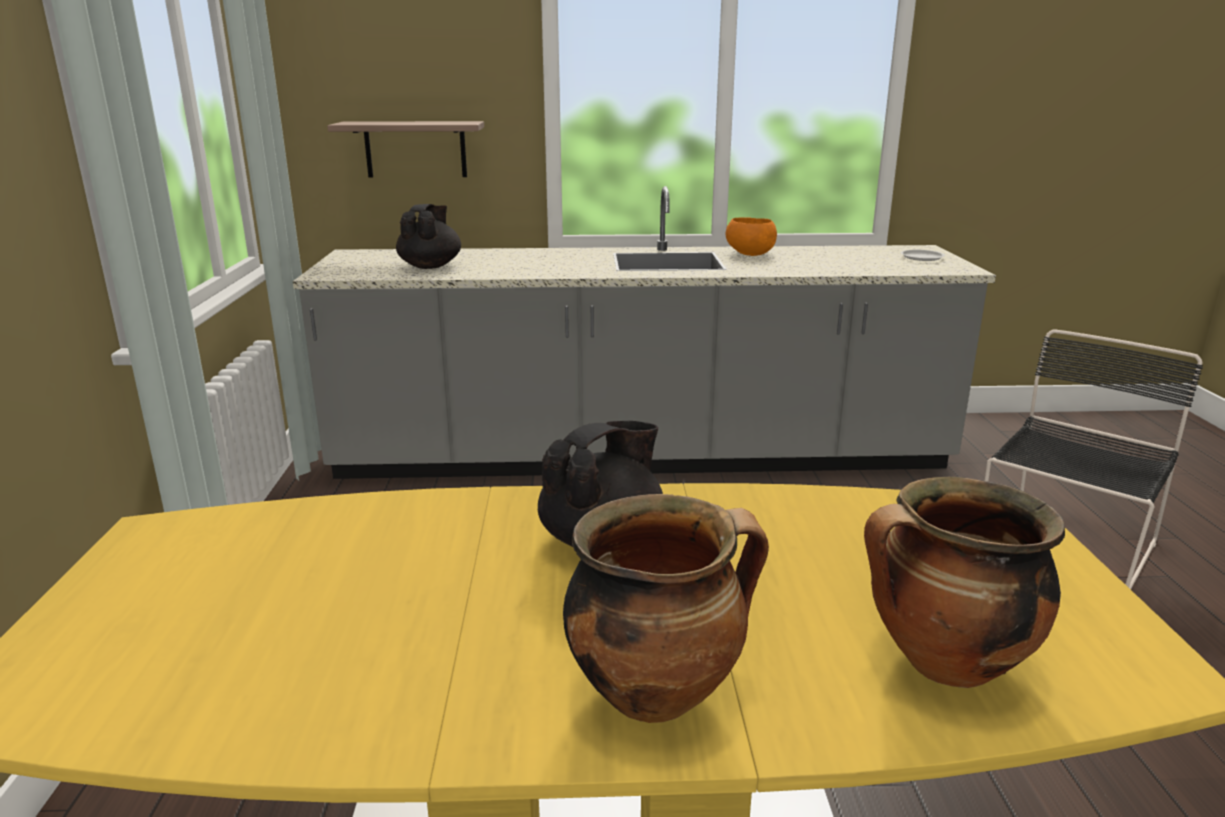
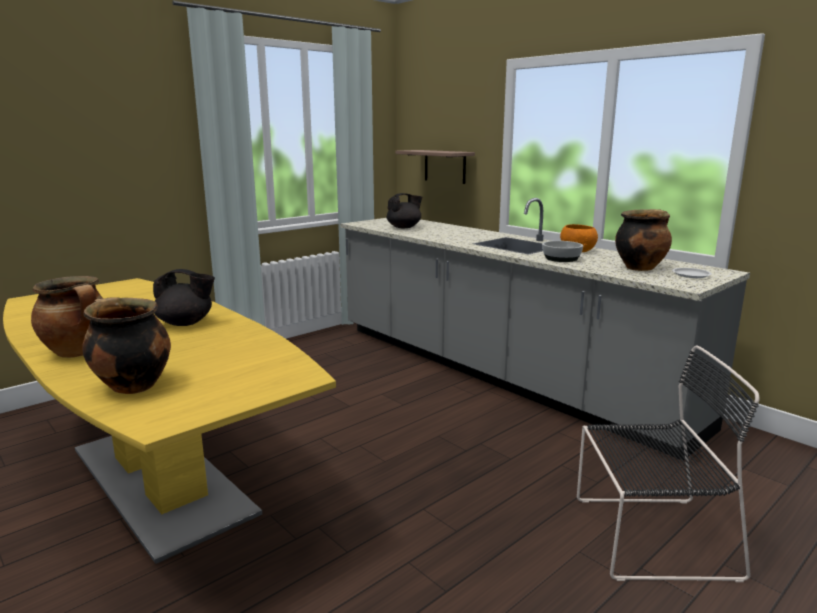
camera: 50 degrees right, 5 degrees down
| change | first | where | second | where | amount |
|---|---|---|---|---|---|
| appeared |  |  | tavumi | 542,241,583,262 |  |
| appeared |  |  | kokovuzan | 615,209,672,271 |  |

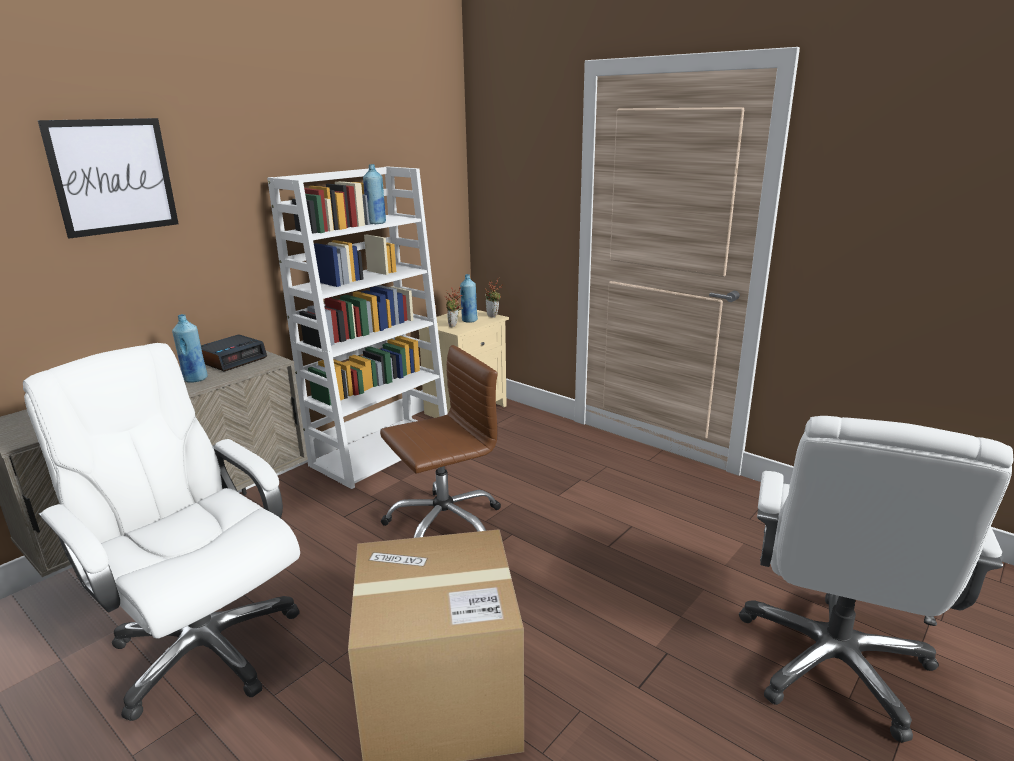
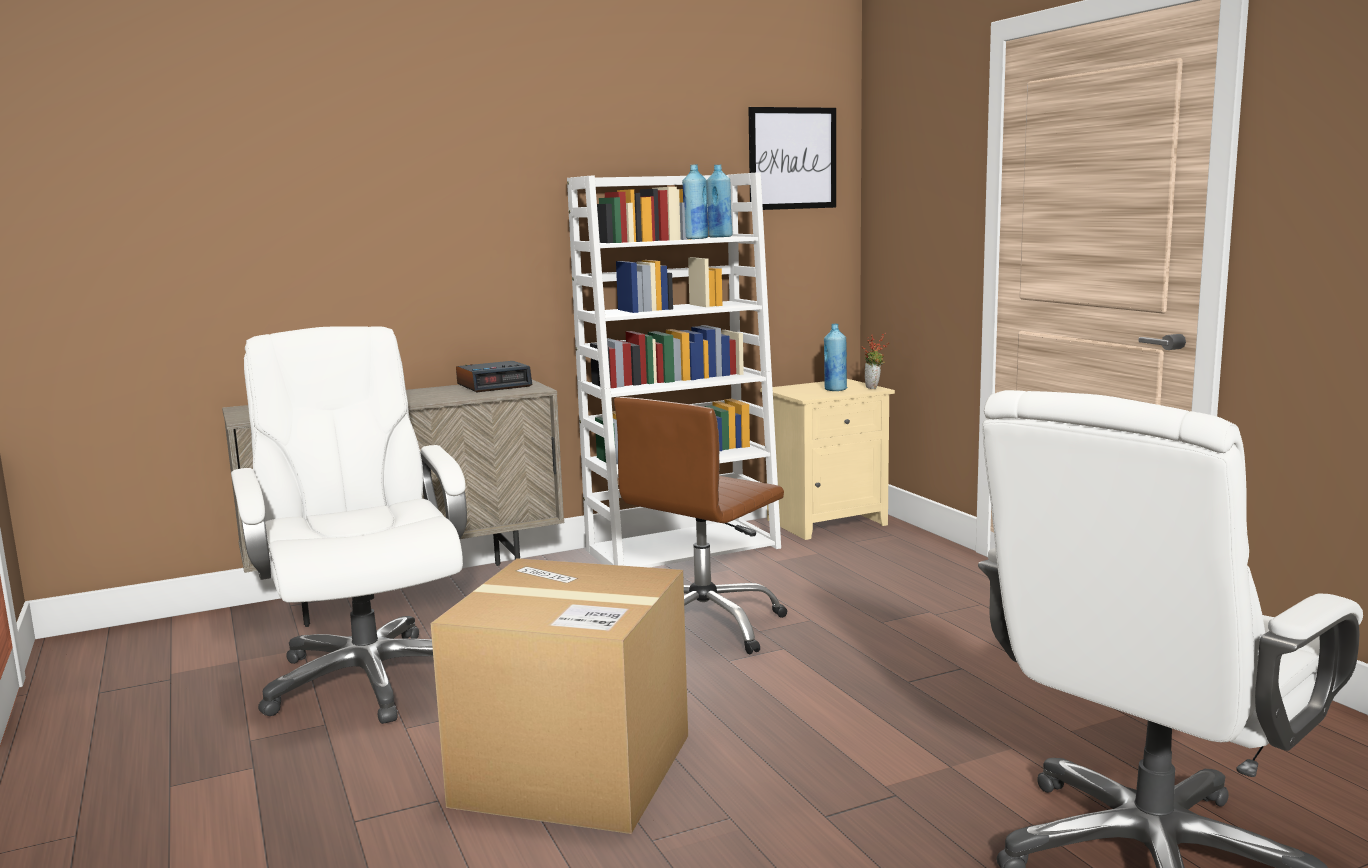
camera: 25 degrees right, 10 degrees down
| change | first | where | second | where | amount |
|---|---|---|---|---|---|
| spun | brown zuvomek | 380,345,501,538 |  | 614,397,787,654 | 135 degrees clockwise |
| relocated | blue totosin | 172,314,208,383 |  | 707,164,733,238 |  |
| relocated | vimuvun | 38,118,179,239 |  | 748,107,836,210 |  |
| missing | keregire | 444,288,463,327 |  |  |  |

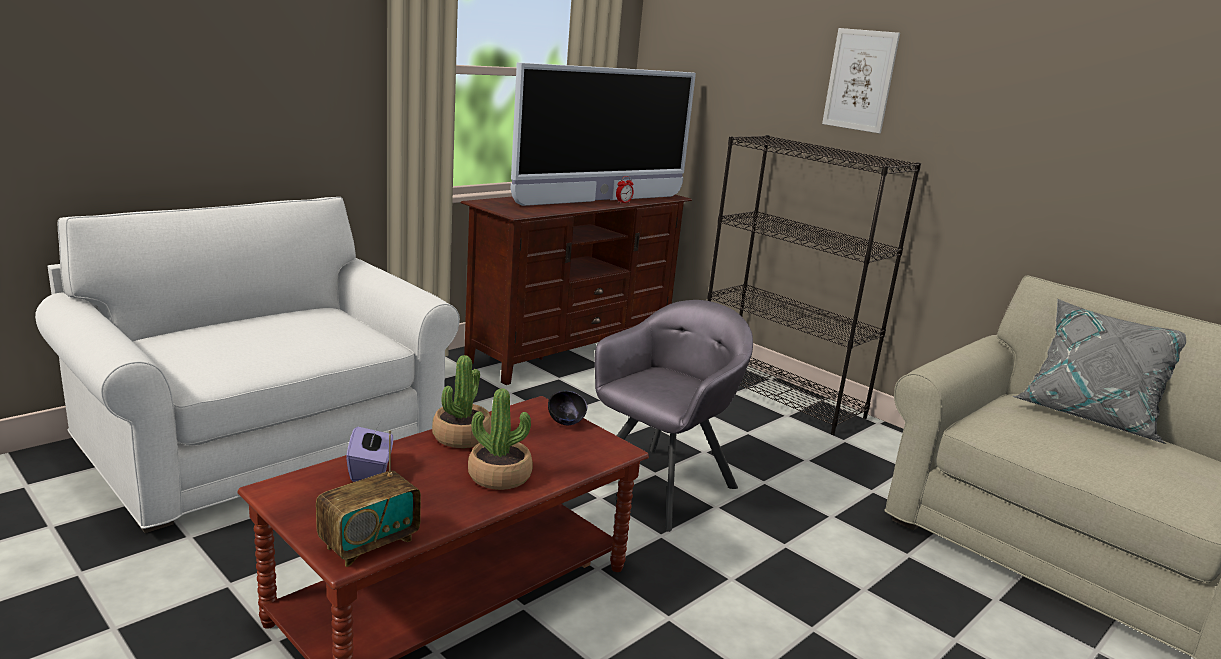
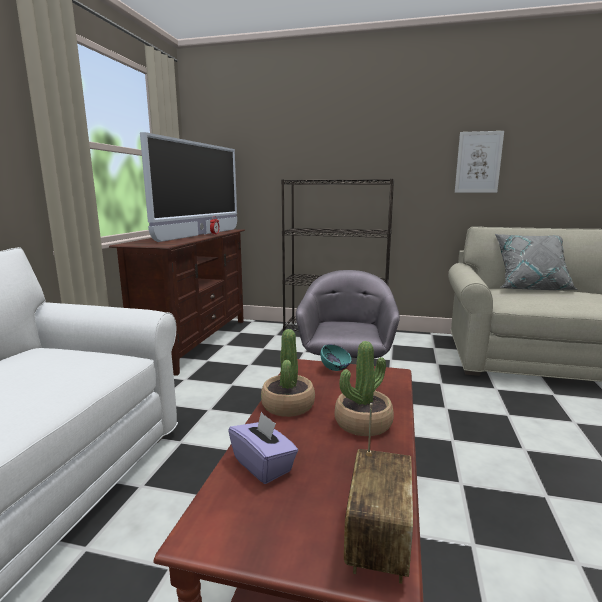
camera: 30 degrees left, 5 degrees down
| change | first | where | second | where | amount |
|---|---|---|---|---|---|
| colour | black tavumi | 548,391,587,425 | turquoise tavumi | 320,344,352,371 |  |
| relocated | vimuvun | 822,28,900,133 |  | 455,131,504,193 |  |

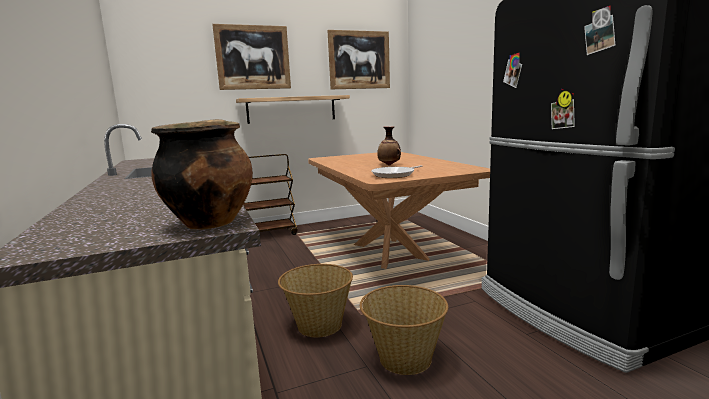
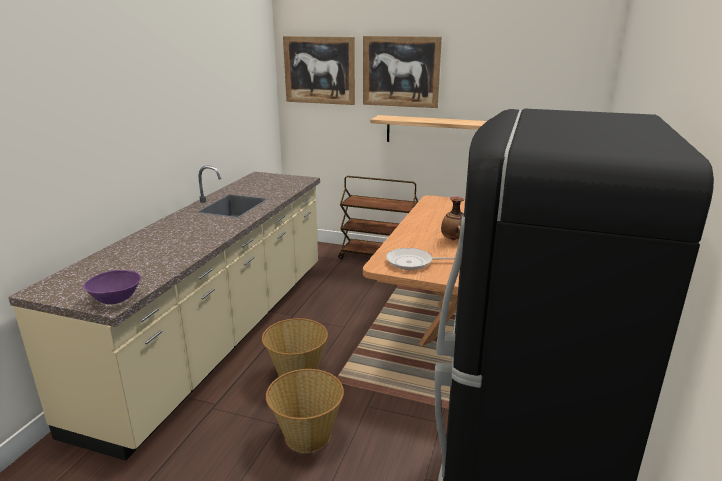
camera: 40 degrees right, 10 degrees up
| change | first | where | second | where | amount |
|---|---|---|---|---|---|
| exchanged | kokovuzan | 151,119,253,230 | purple tavumi | 83,270,141,304 |  |
| relocated | vimuvun | 327,30,390,89 |  | 283,36,355,105 |  |

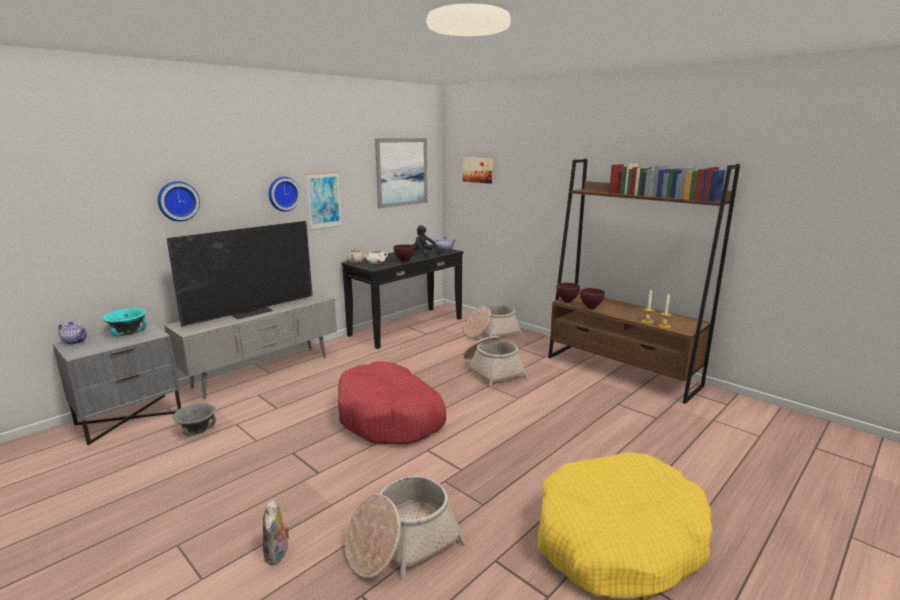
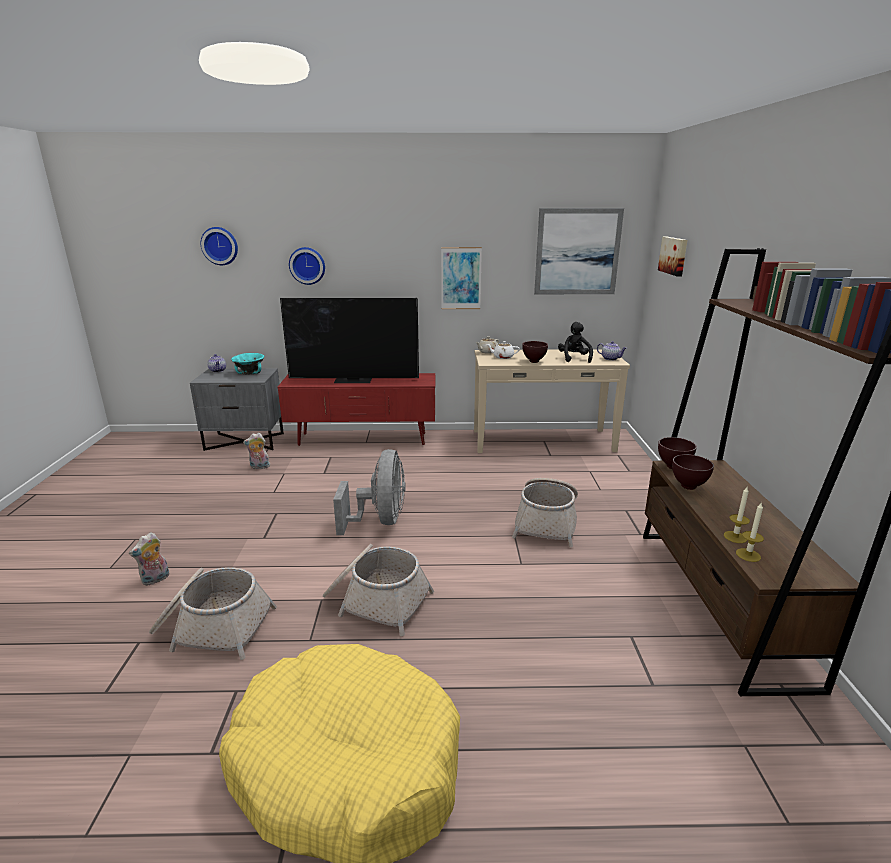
camera: 45 degrees right, 5 degrees up
| change | first | where | second | where | amount |
|---|---|---|---|---|---|
| relocated | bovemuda | 269,177,300,212 |  | 201,227,238,265 |  |
| exchanged | grey tavumi | 173,403,216,436 | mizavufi | 243,433,270,469 |  |
| colour | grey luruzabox | 164,291,337,399 | red luruzabox | 277,373,435,446 |  |
| relocated | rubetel | 465,305,523,338 |  | 323,544,434,636 |  |
| exchanged | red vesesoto | 338,361,446,445 | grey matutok | 333,449,406,535 |  |
| colour | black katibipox | 341,247,463,349 | beige katibipox | 474,349,630,453 |  |

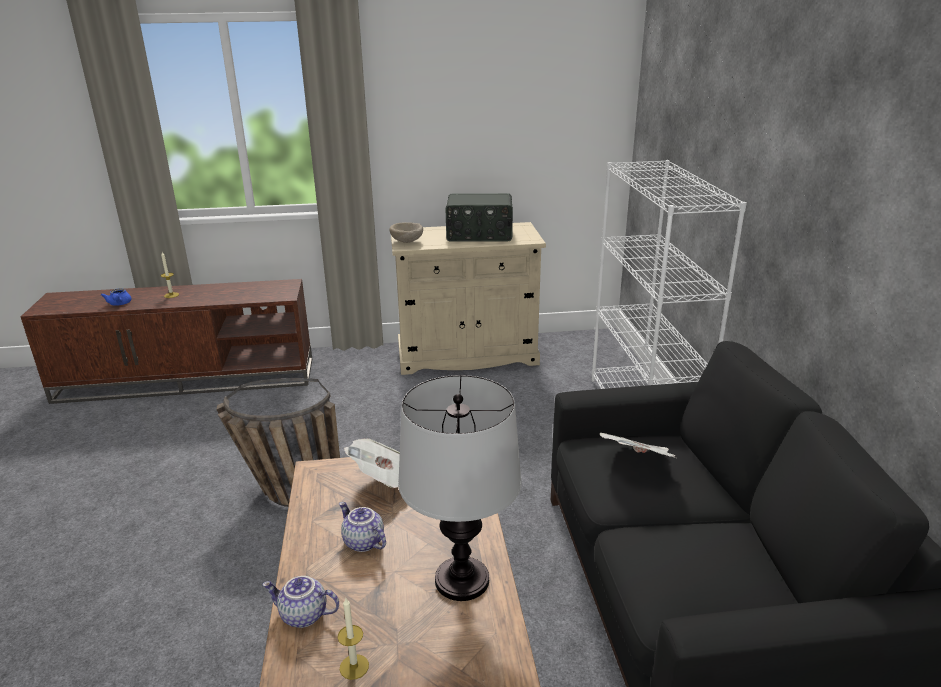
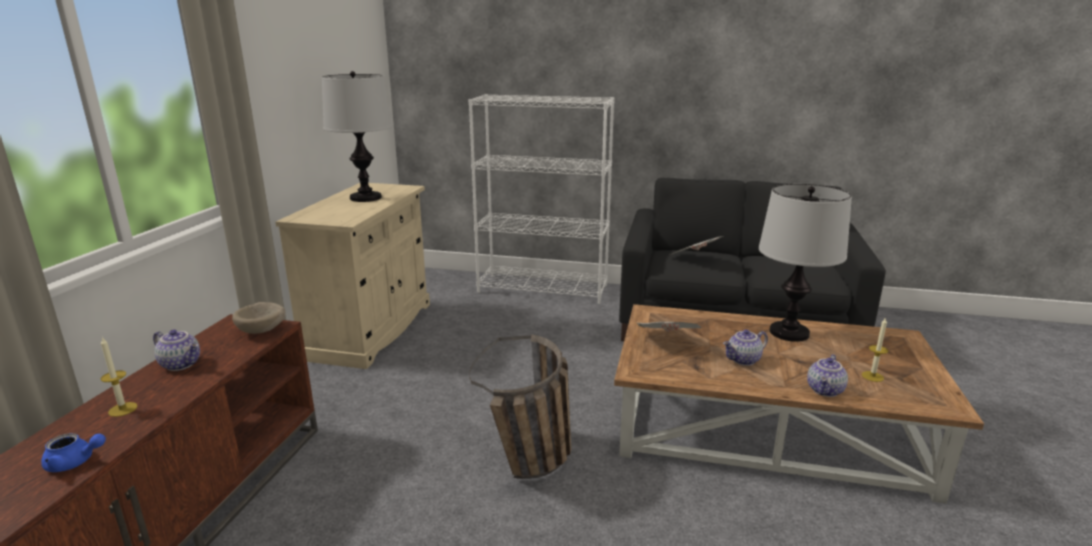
camera: 70 degrees left, 5 degrees down
| change | first | where | second | where | amount |
|---|---|---|---|---|---|
| appeared |  |  | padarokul | 153,330,200,371 |  |
| relocated | beige tavumi | 389,222,423,243 |  | 232,302,286,334 |  |
| exchanged | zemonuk | 446,193,513,242 | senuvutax | 322,71,392,202 |  |

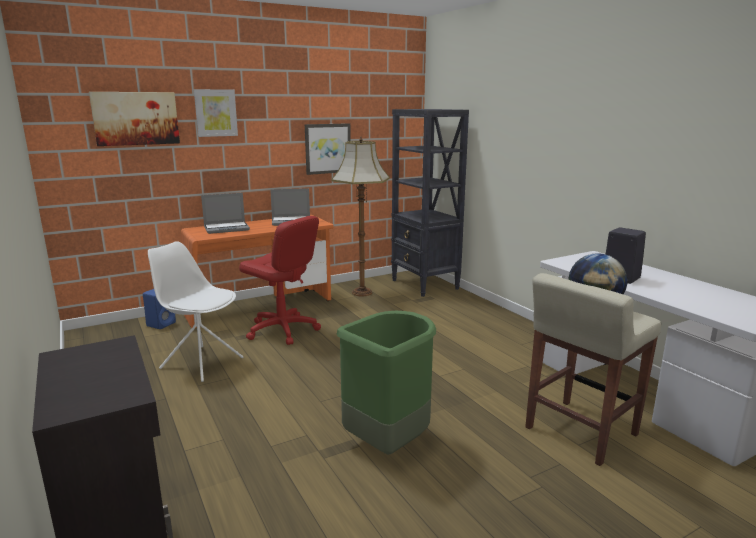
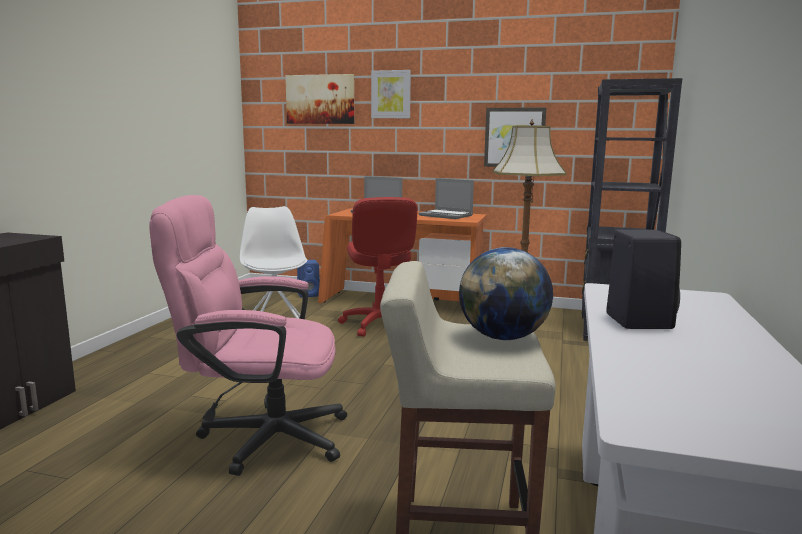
camera: 45 degrees right, 5 degrees down
| change | first | where | second | where | amount |
|---|---|---|---|---|---|
| exchanged | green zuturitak | 337,311,436,455 | pink zuvomek | 149,195,347,476 |  |

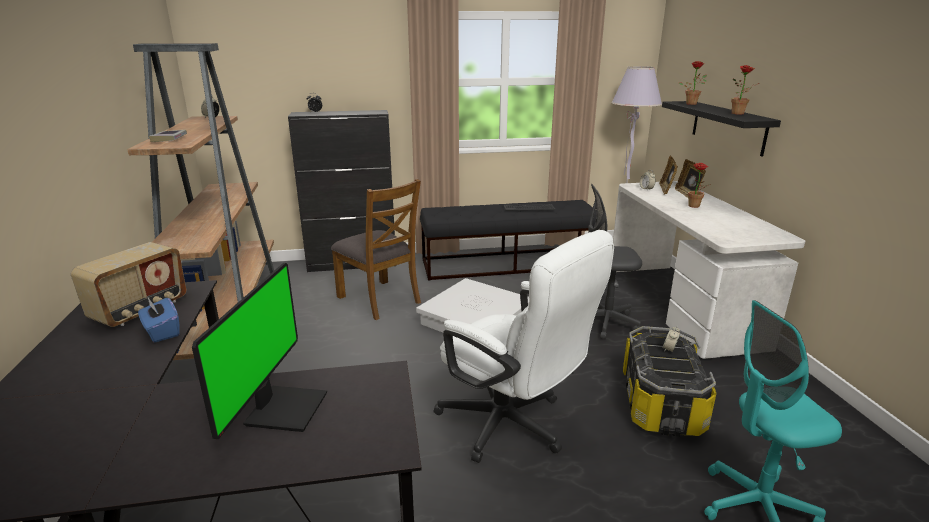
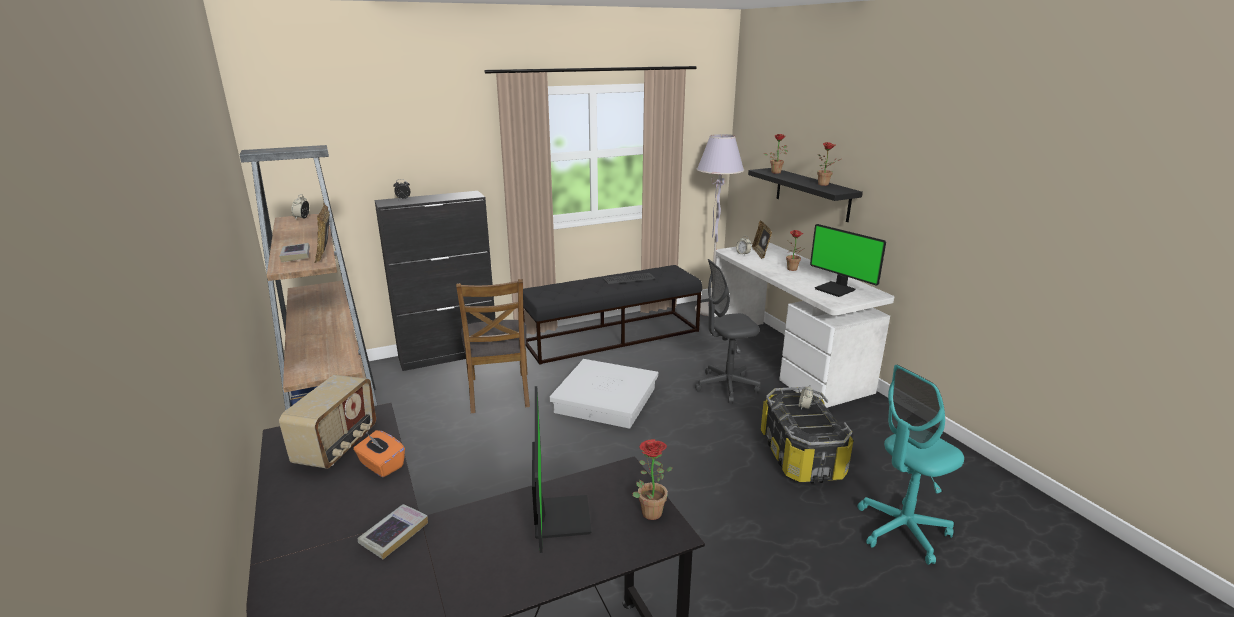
camera: 15 degrees left, 0 degrees up
| change | first | where | second | where | amount |
|---|---|---|---|---|---|
| relocated | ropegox | 675,159,706,197 |  | 314,203,330,263 |  |
| colour | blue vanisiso | 138,296,180,343 | orange vanisiso | 353,430,405,477 |  |
| appeared |  |  | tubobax | 357,504,428,559 |  |
| spun | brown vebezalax | 331,179,421,320 |  | 456,279,530,413 | 45 degrees clockwise |
| appeared |  |  | keregire | 633,439,672,520 |  |
| appeared |  |  | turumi | 810,224,886,297 |  |
| missing | white zuvomek | 433,230,614,463 |  |  |  |

